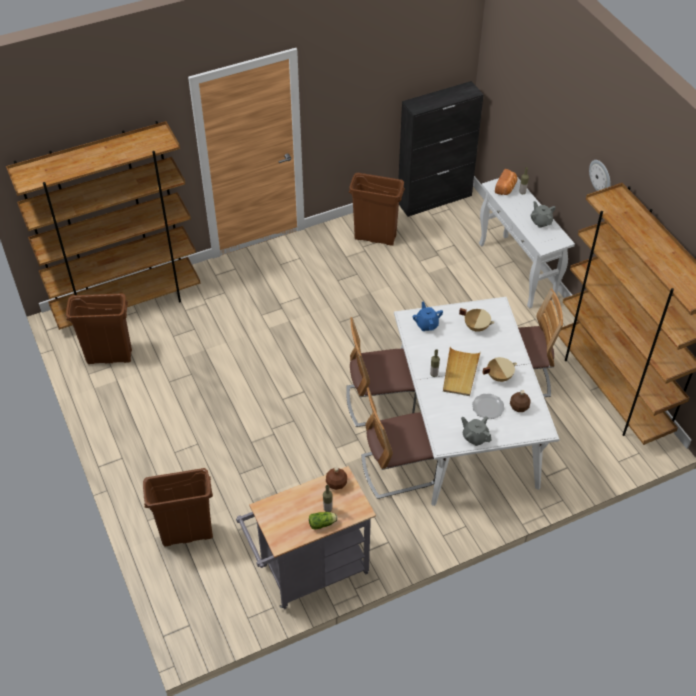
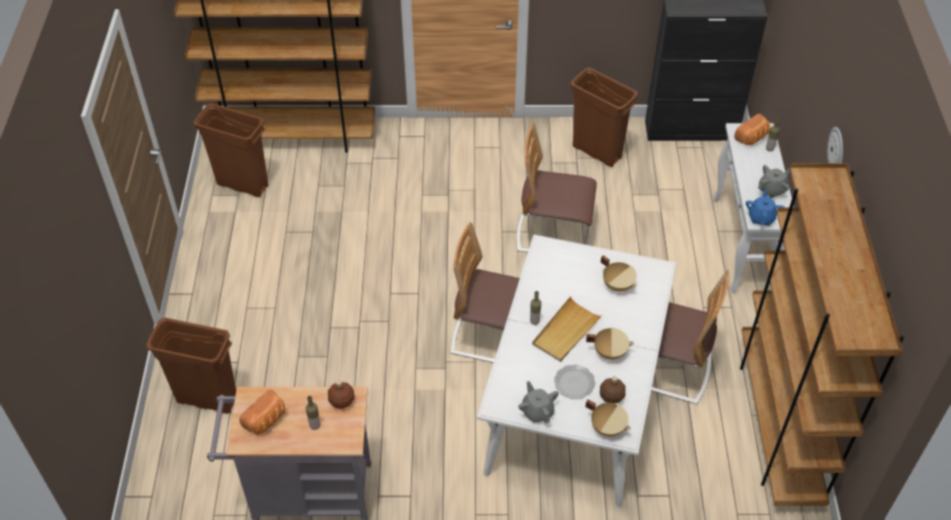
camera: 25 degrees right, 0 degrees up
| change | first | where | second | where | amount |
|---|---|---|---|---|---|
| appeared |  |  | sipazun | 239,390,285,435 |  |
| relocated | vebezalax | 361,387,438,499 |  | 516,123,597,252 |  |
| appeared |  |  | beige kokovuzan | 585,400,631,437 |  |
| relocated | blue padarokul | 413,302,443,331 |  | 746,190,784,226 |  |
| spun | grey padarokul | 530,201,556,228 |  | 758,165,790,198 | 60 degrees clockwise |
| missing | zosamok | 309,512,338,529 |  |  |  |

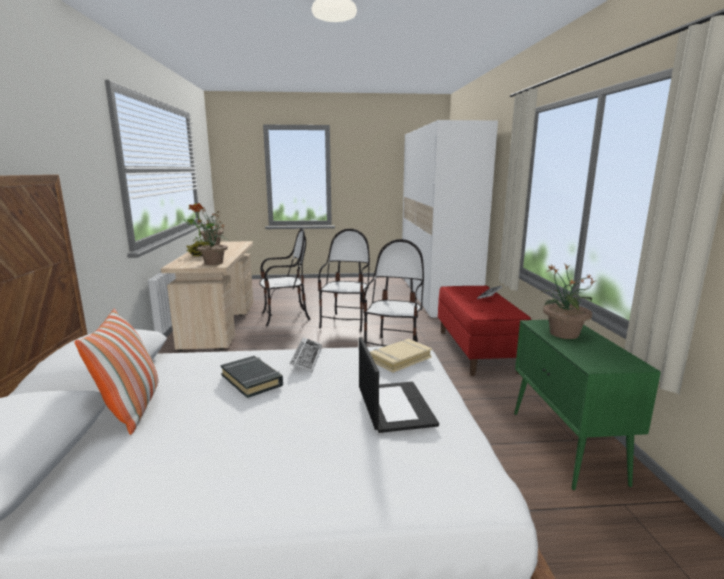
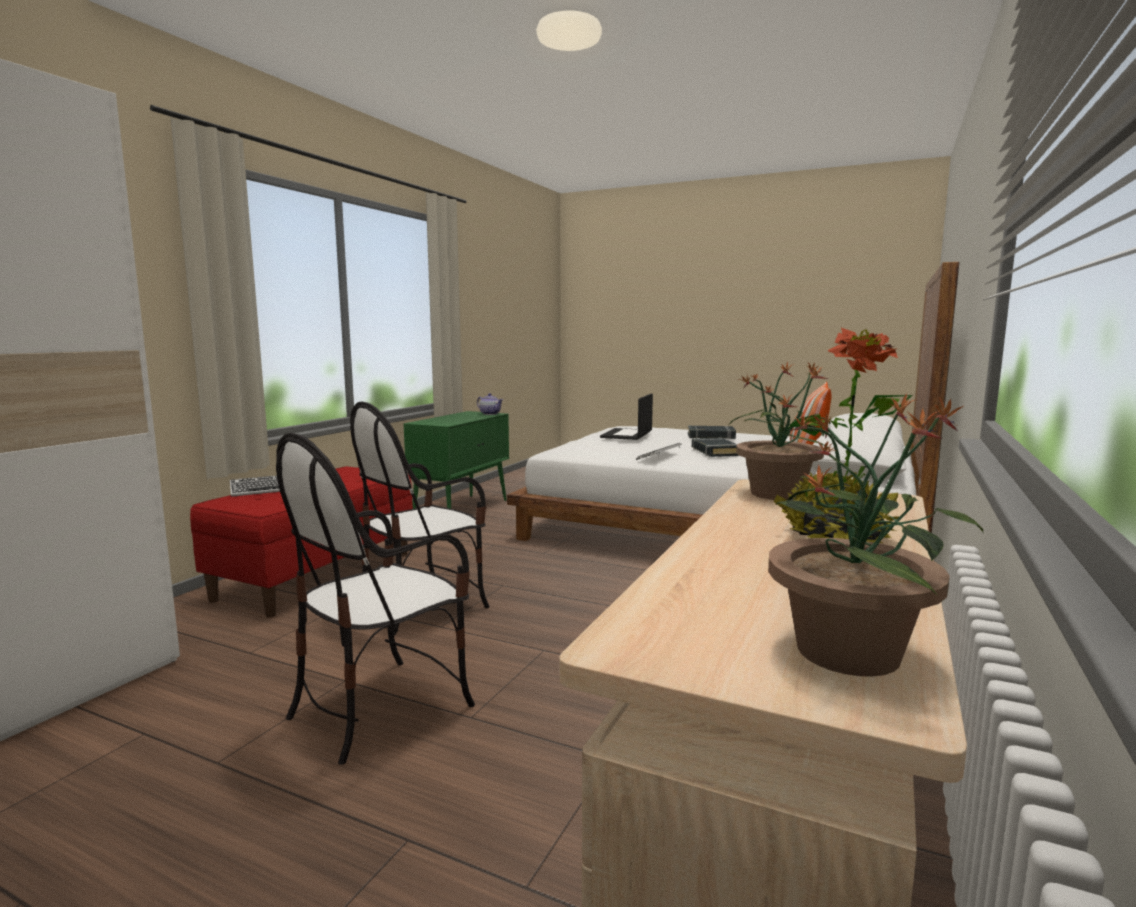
camera: 150 degrees left, 5 degrees down
| change | first | where | second | where | amount |
|---|---|---|---|---|---|
| appeared |  |  | padarokul | 477,393,503,415 |  |
| appeared |  |  | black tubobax | 688,426,736,439 |  |
| missing | vebezalax | 259,228,311,326 |  |  |  |
| missing | beige tubobax | 370,339,432,373 |  |  |  |
| missing | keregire | 540,264,595,339 |  |  |  |

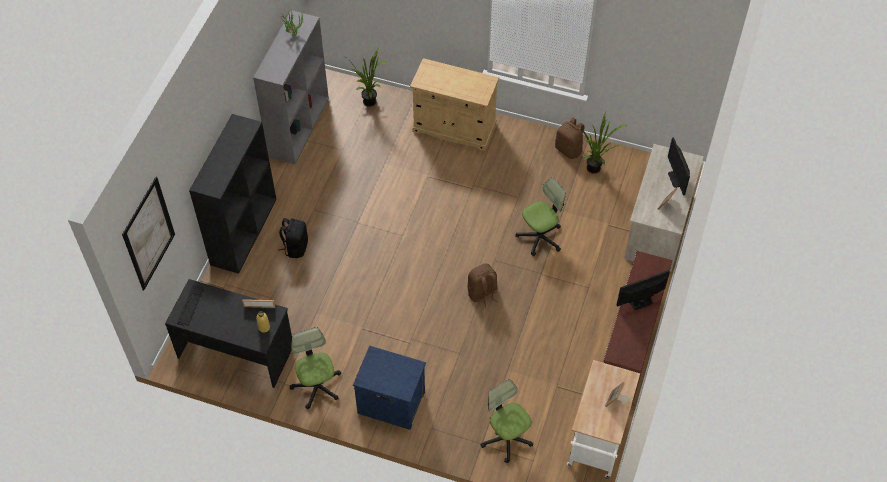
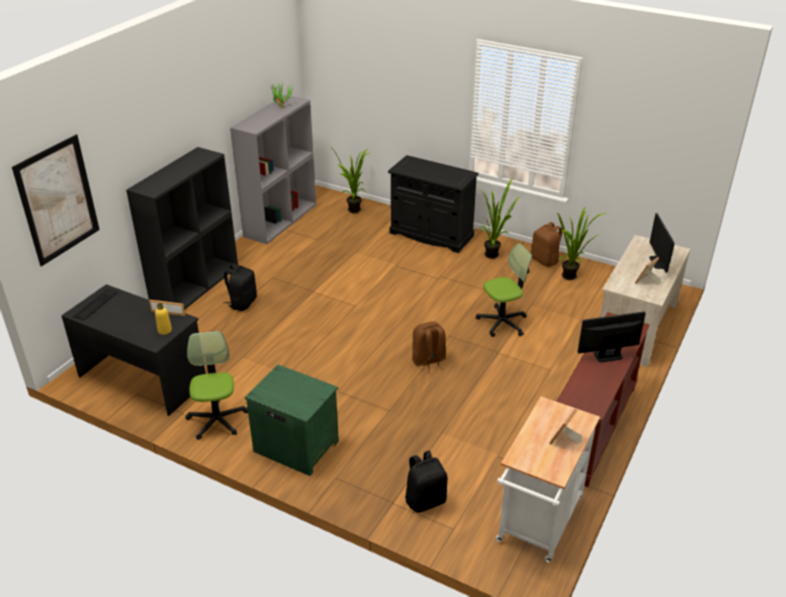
camera: 10 degrees right, 20 degrees down
| change | first | where | second | where | amount |
|---|---|---|---|---|---|
| colour | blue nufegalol | 353,346,426,430 | green nufegalol | 245,364,339,476 |  |
| colour | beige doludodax | 410,58,499,151 | black doludodax | 388,155,479,253 |  |
| exchanged | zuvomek | 480,379,533,463 | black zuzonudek | 405,450,447,513 |  |
| appeared |  |  | keregire | 480,178,519,259 |  |

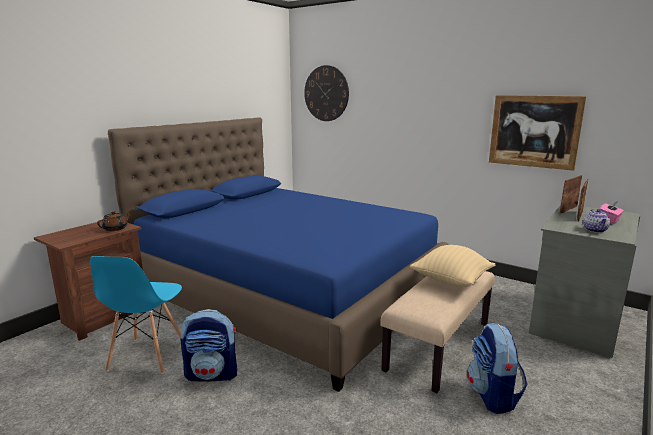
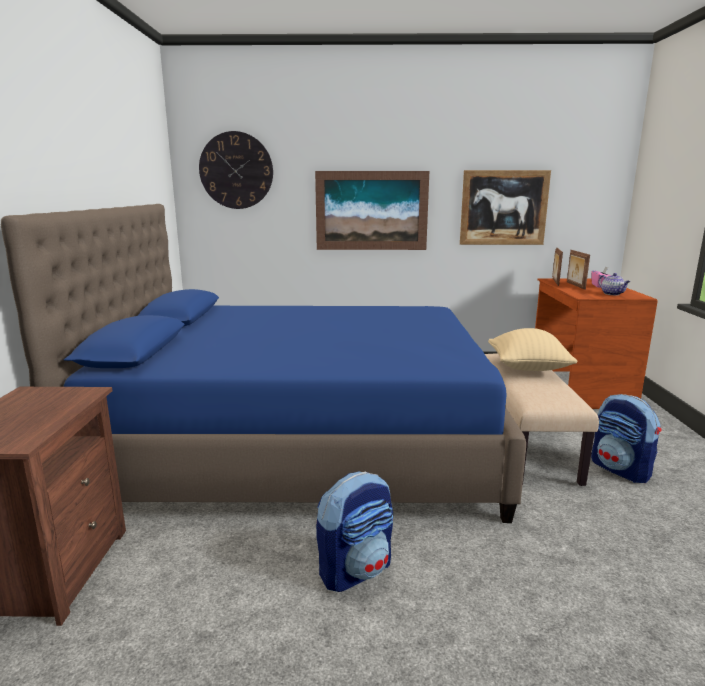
camera: 35 degrees left, 0 degrees up
| change | first | where | second | where | amount |
|---|---|---|---|---|---|
| appeared |  |  | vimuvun | 315,171,429,250 |  |
| colour | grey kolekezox | 529,205,640,358 | brown kolekezox | 535,279,658,409 |  |
| missing | blue vebezalax | 90,256,182,374 |  |  |  |
| missing | brown padarokul | 97,211,131,231 |  |  |  |

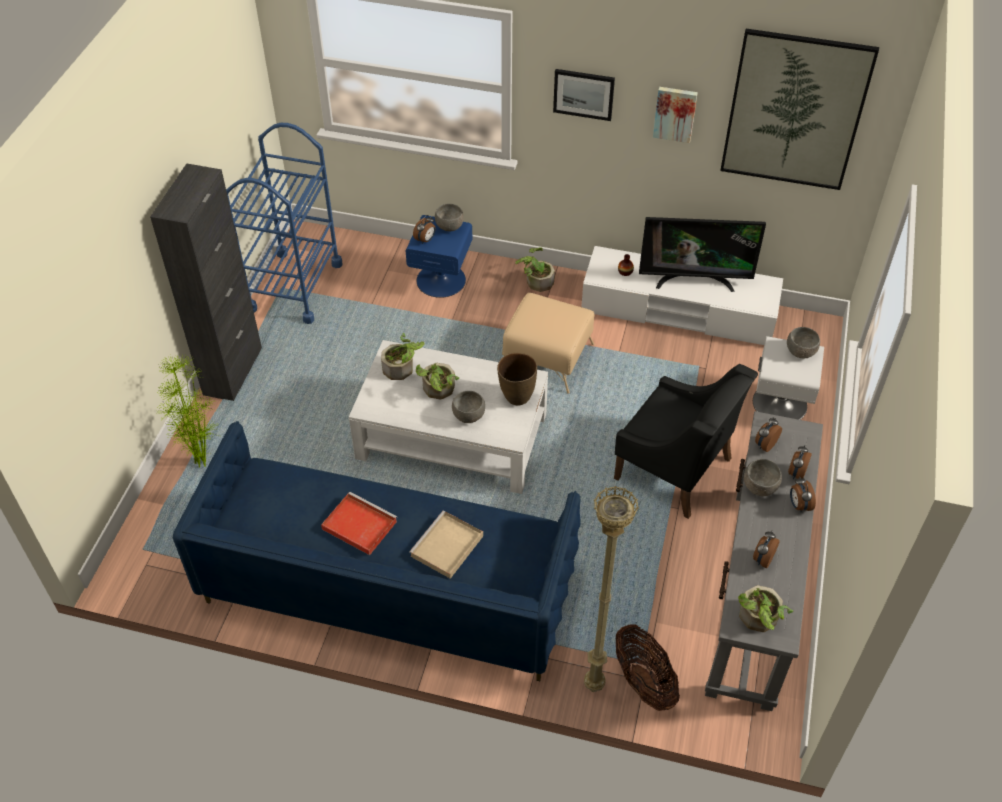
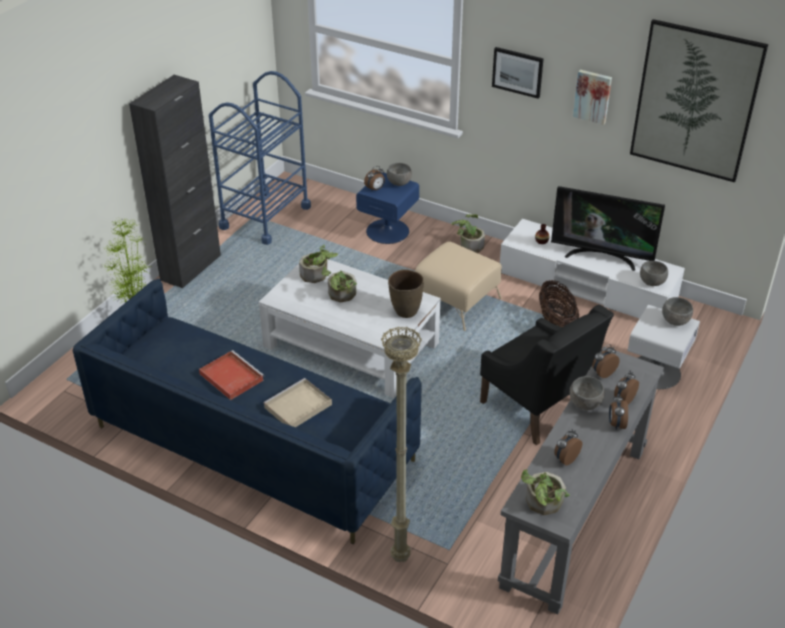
camera: 15 degrees right, 10 degrees down
| change | first | where | second | where | amount |
|---|---|---|---|---|---|
| relocated | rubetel | 616,624,680,711 |  | 539,280,579,327 |  |
| relocated | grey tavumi | 452,391,485,423 |  | 640,261,668,286 |  |

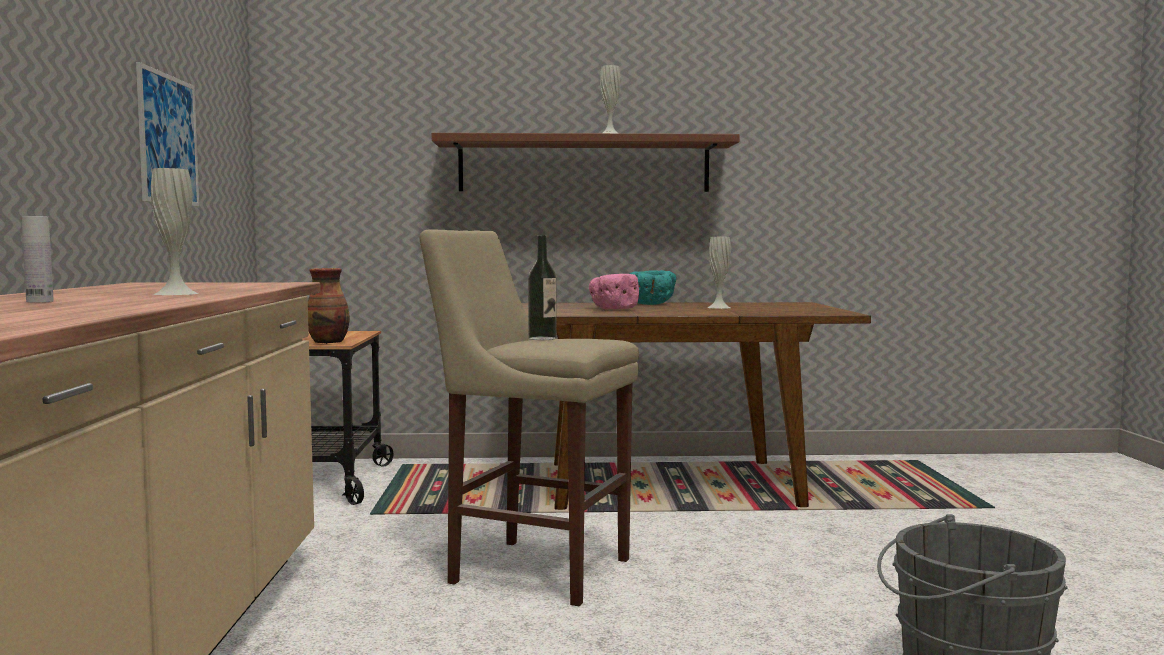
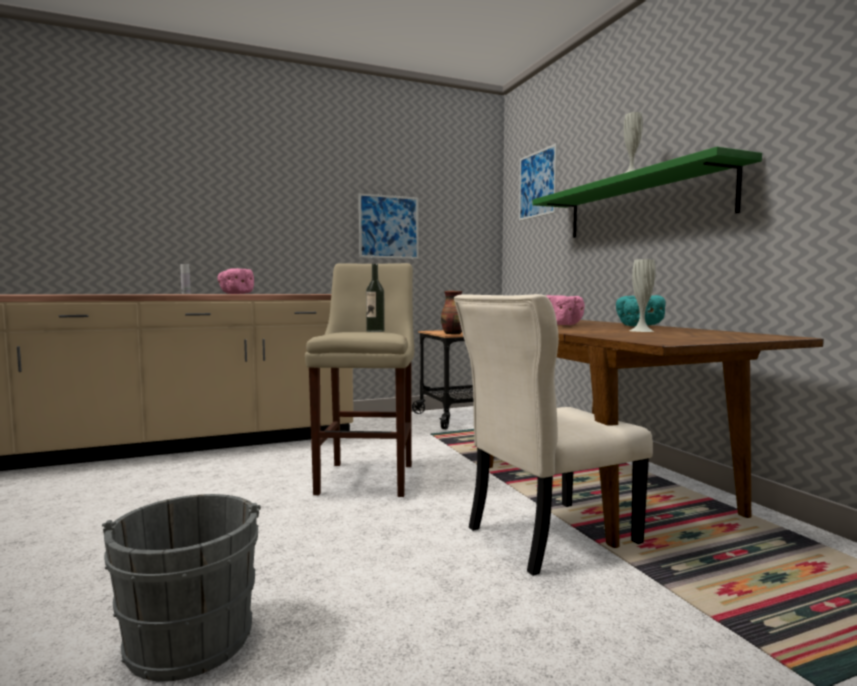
camera: 70 degrees right, 0 degrees up
| change | first | where | second | where | amount |
|---|---|---|---|---|---|
| exchanged | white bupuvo | 151,168,198,295 | pink tavumi | 217,268,254,294 |  |
| appeared |  |  | beige vebezalax | 454,294,653,576 |  |
| appeared |  |  | vimuvun | 519,143,558,221 |  |
| colour | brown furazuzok | 432,133,740,192 | green furazuzok | 532,146,762,238 |  |

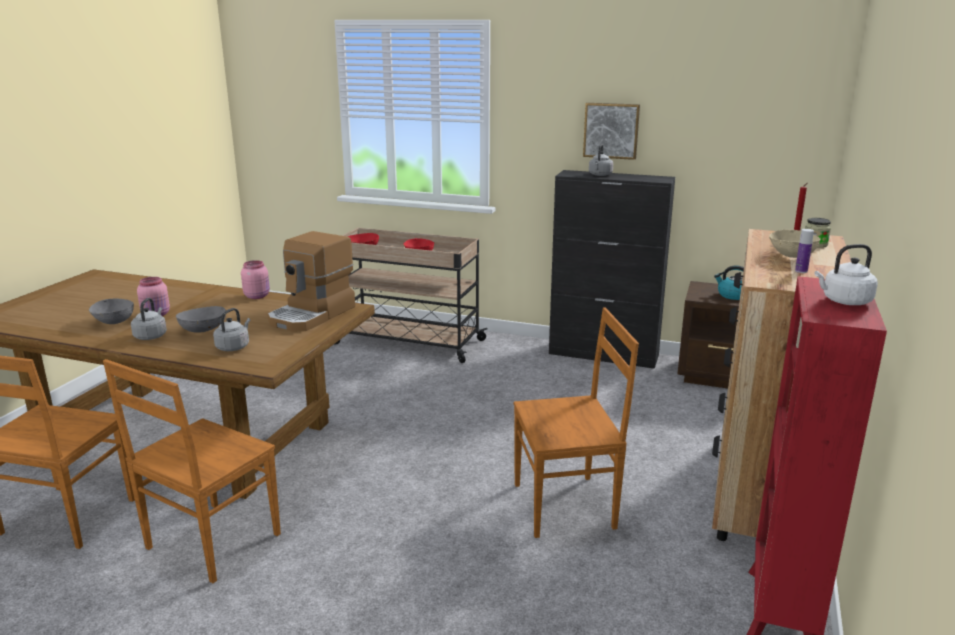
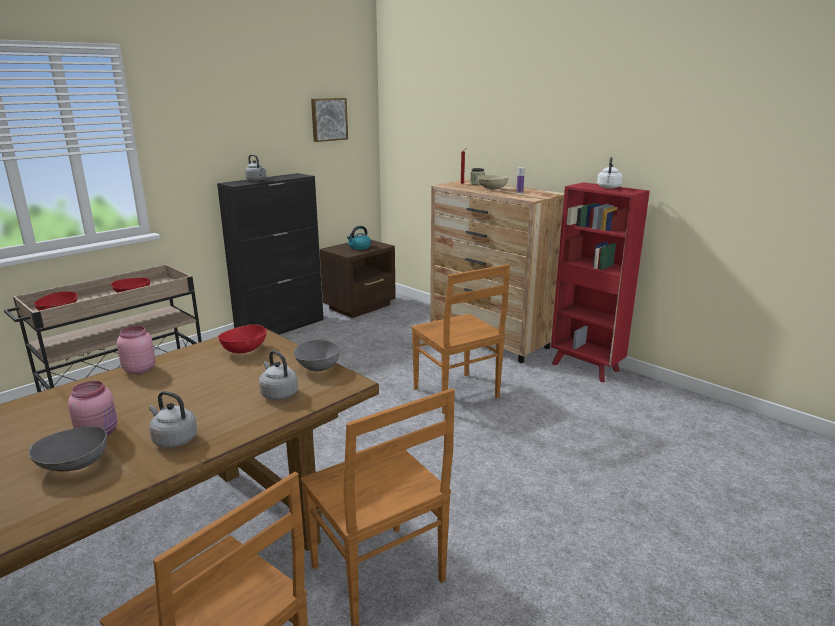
camera: 65 degrees left, 0 degrees up
| change | first | where | second | where | amount |
|---|---|---|---|---|---|
| exchanged | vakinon | 268,231,355,332 | red tavumi | 218,324,267,354 |  |
| relocated | grey tavumi | 176,306,226,333 |  | 293,340,340,371 |  |
| relocated | vimuvun | 583,103,640,160 |  | 311,98,348,142 |  |
| spun | brown vebezalax | 514,307,639,538 |  | 411,264,510,414 | 135 degrees clockwise |

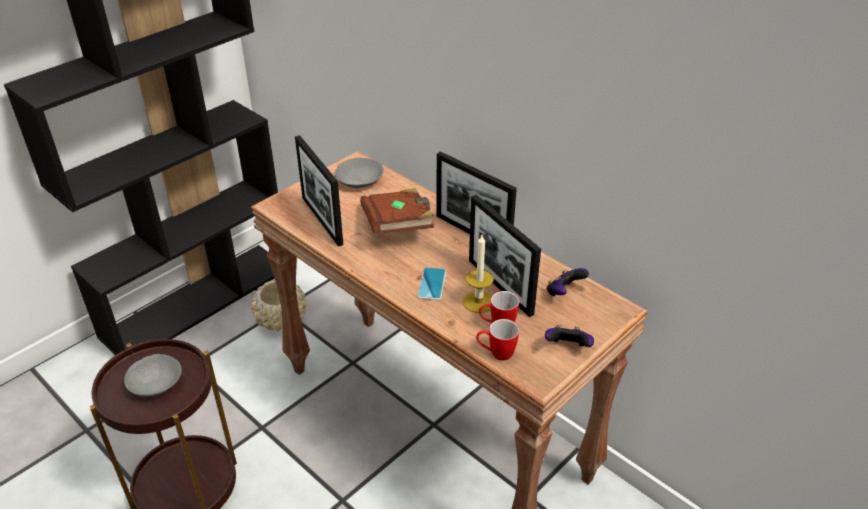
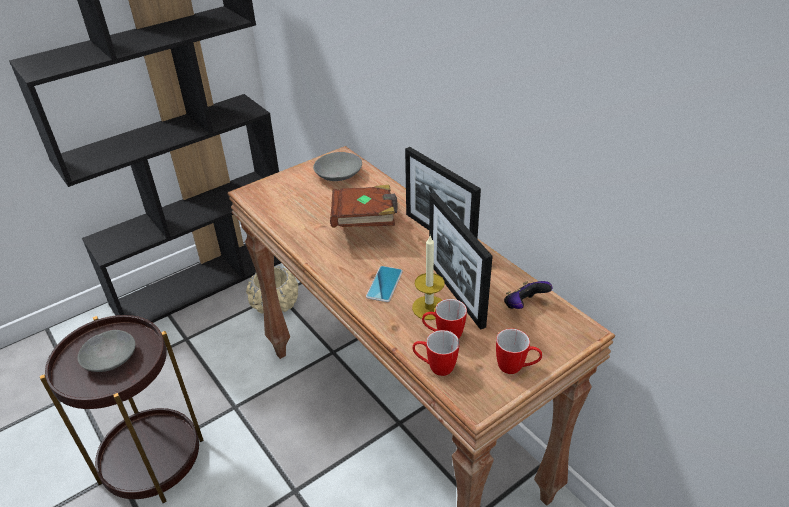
camera: 10 degrees right, 0 degrees up
| change | first | where | second | where | amount |
|---|---|---|---|---|---|
| exchanged | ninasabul | 545,325,594,347 | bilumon | 496,329,542,374 |  |
| missing | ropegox | 295,135,343,247 |  |  |  |

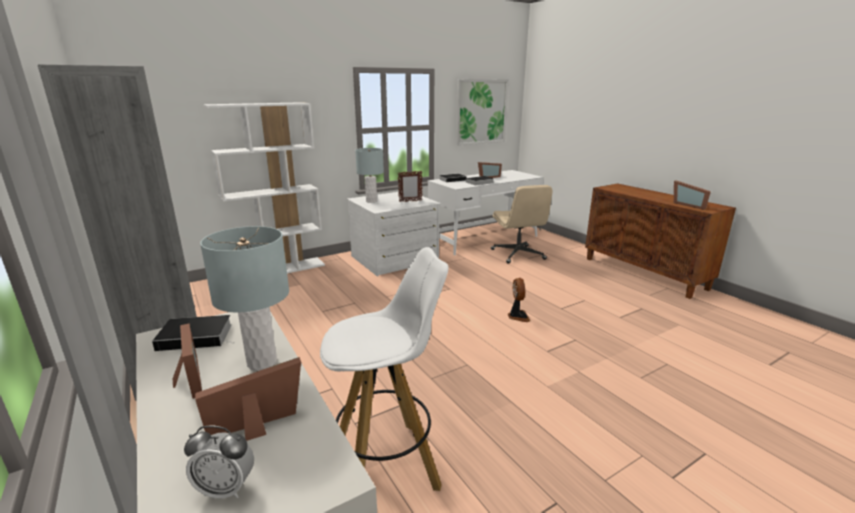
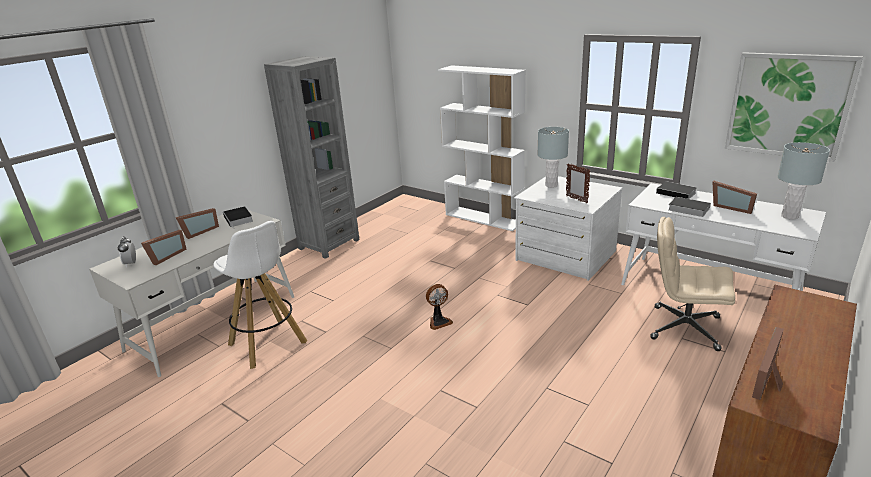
camera: 70 degrees right, 5 degrees up
| change | first | where | second | where | amount |
|---|---|---|---|---|---|
| spun | ropegox | 195,357,301,441 |  | 141,230,186,265 | 75 degrees clockwise |
| relocated | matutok | 508,278,530,322 |  | 426,284,453,330 |  |
| spun | beige zuvomek | 491,185,552,264 |  | 650,217,735,351 | 60 degrees clockwise |
| relocated | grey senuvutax | 200,226,289,371 |  | 777,142,830,219 |  |

